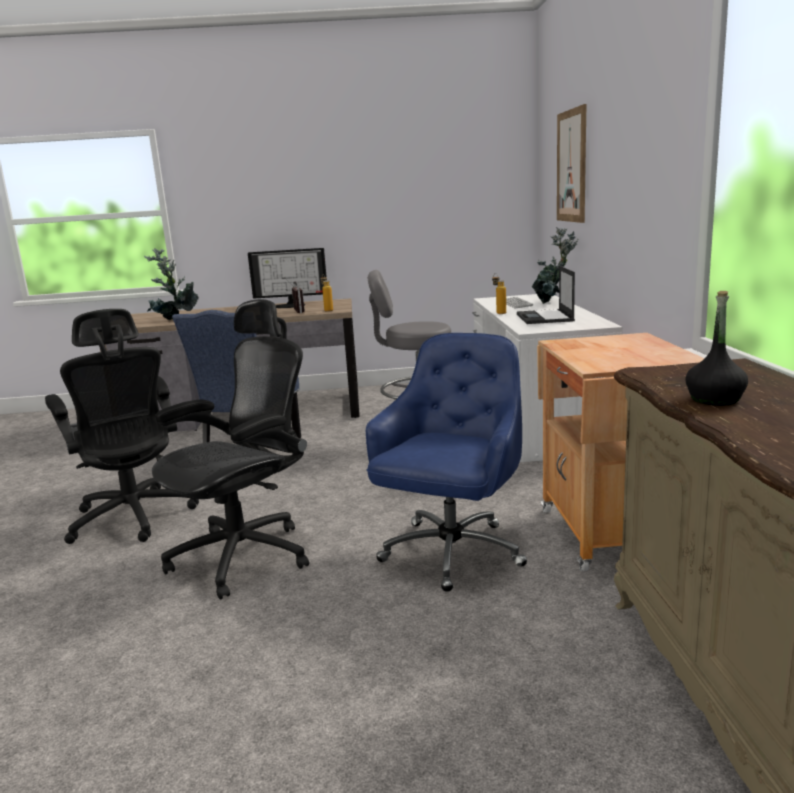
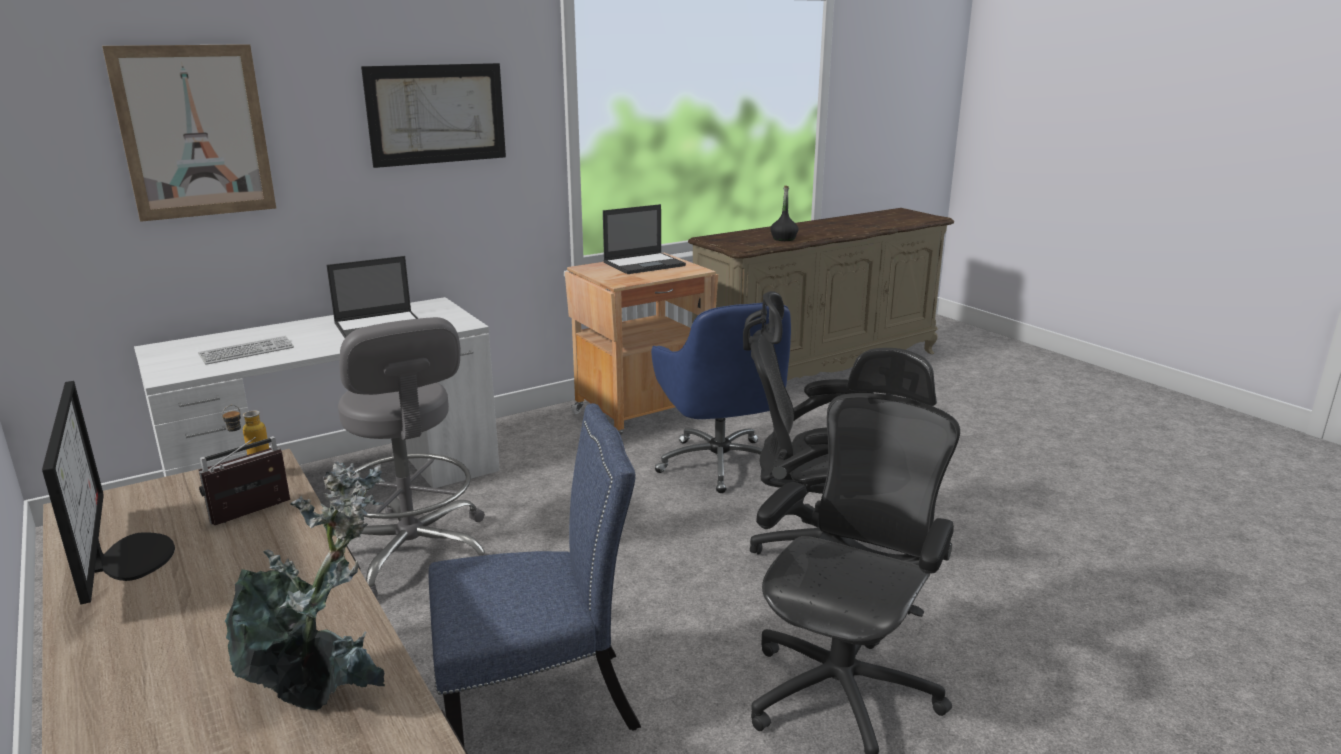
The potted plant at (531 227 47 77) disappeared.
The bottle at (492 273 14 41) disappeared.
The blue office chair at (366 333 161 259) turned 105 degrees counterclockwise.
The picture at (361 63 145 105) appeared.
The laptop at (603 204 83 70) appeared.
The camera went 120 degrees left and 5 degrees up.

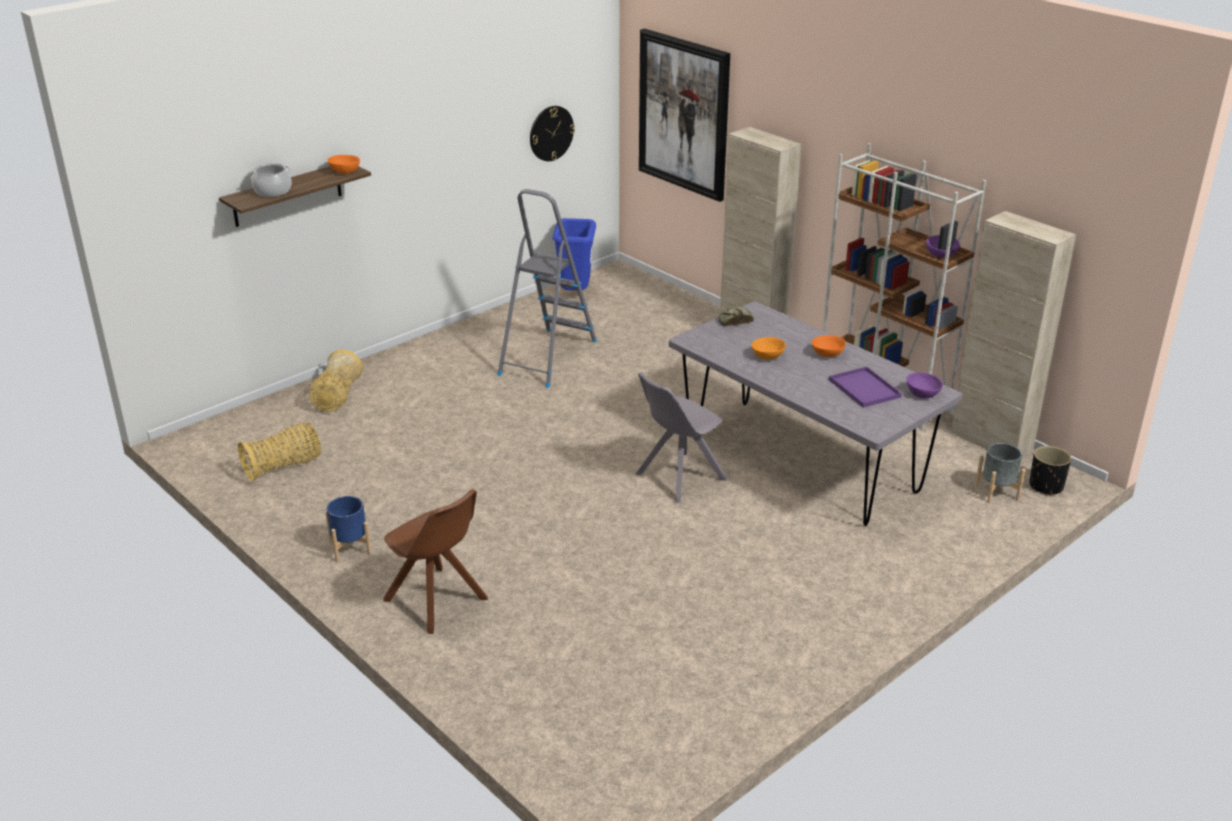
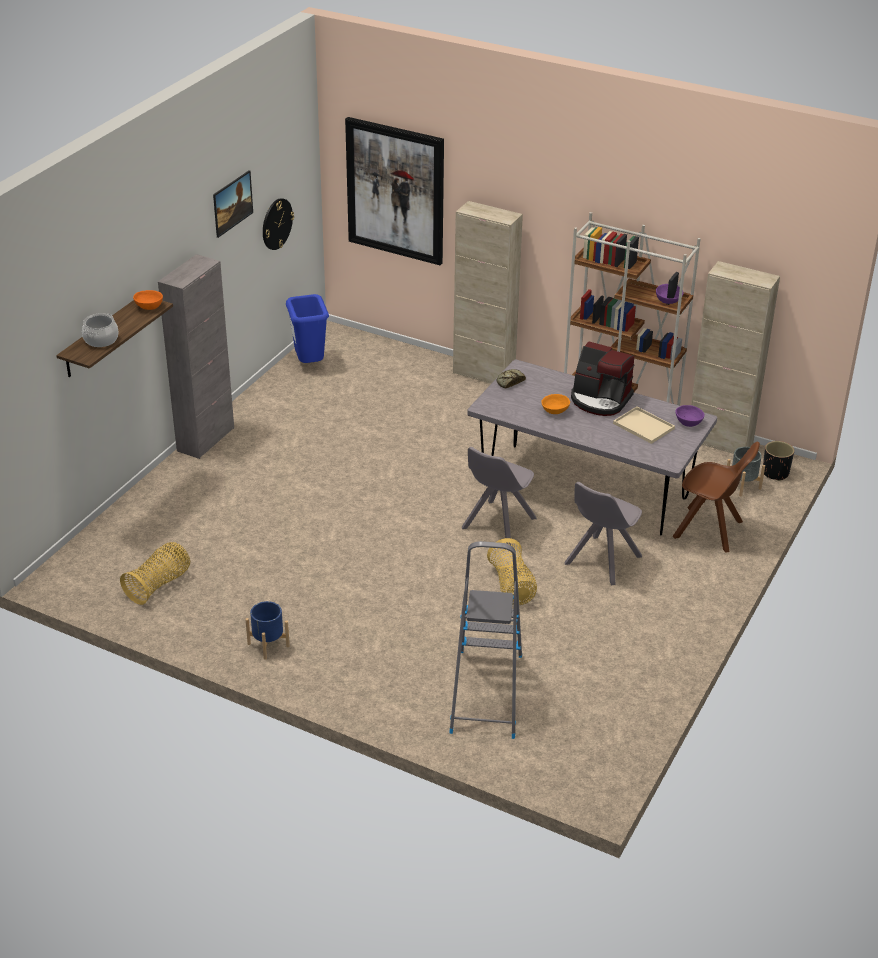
The grey step ladder moved from (498 189 99 199) to (449 541 73 198).
The orange bowl at (812 335 34 22) was replaced by the coffee machine at (571 342 63 74).
The basket moved from (309 349 54 63) to (487 538 50 67).
The purple tray at (829 366 73 42) became the beige tray at (613 406 62 38).
The brown chair moved from (384 489 104 145) to (673 442 87 111).
The picture at (213 170 40 68) appeared.
The grey cabinet at (158 254 76 205) appeared.
The grey chair at (565 482 77 104) appeared.
The camera went 20 degrees left and 5 degrees up.

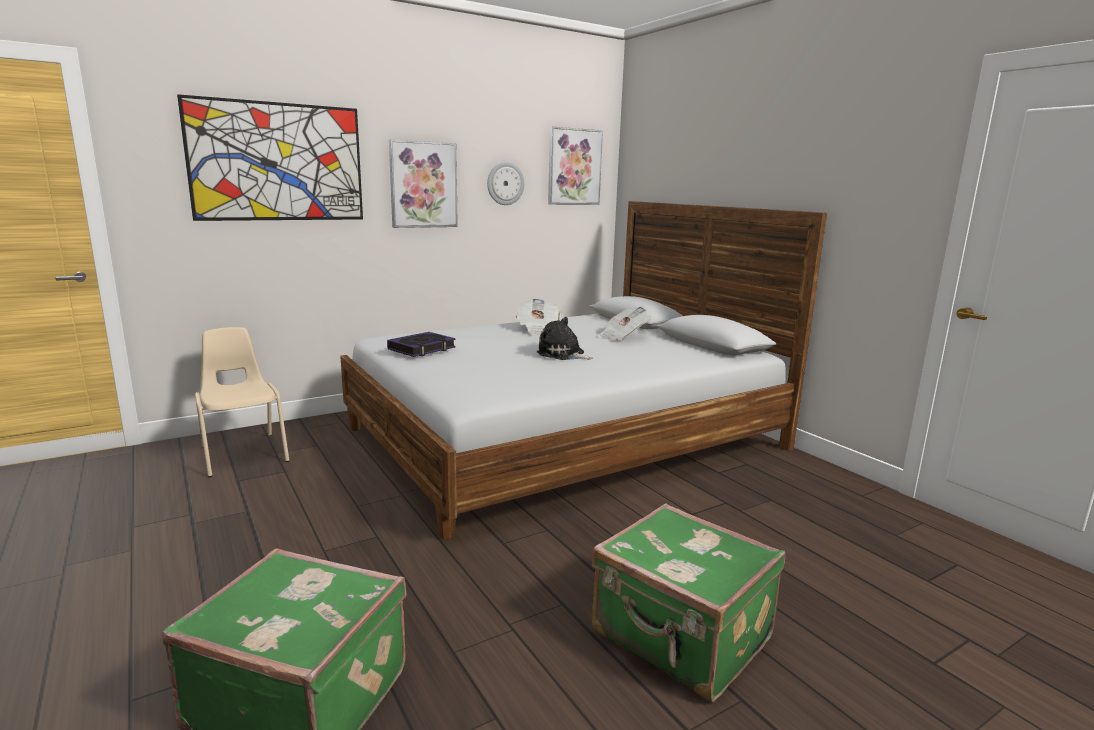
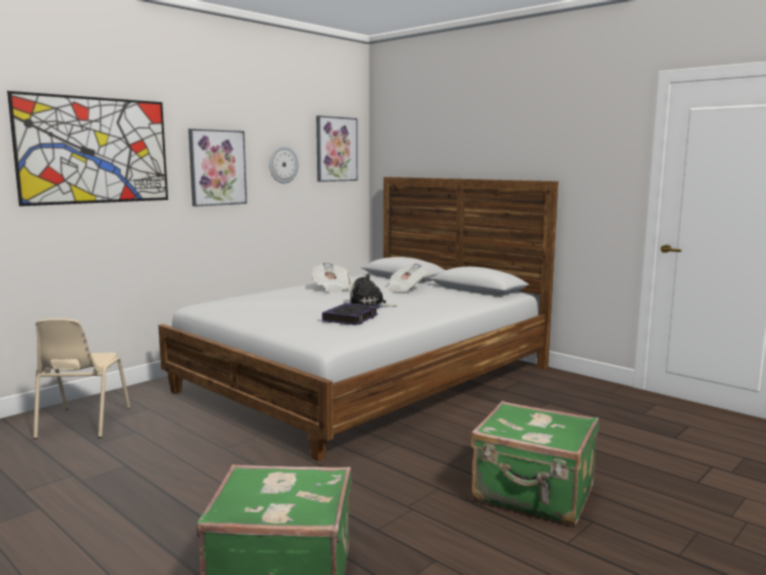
The beige chair at (195 327 94 150) turned 135 degrees counterclockwise.
The book moved from (387 332 69 25) to (322 303 56 22).
The camera went 15 degrees left and 5 degrees down.

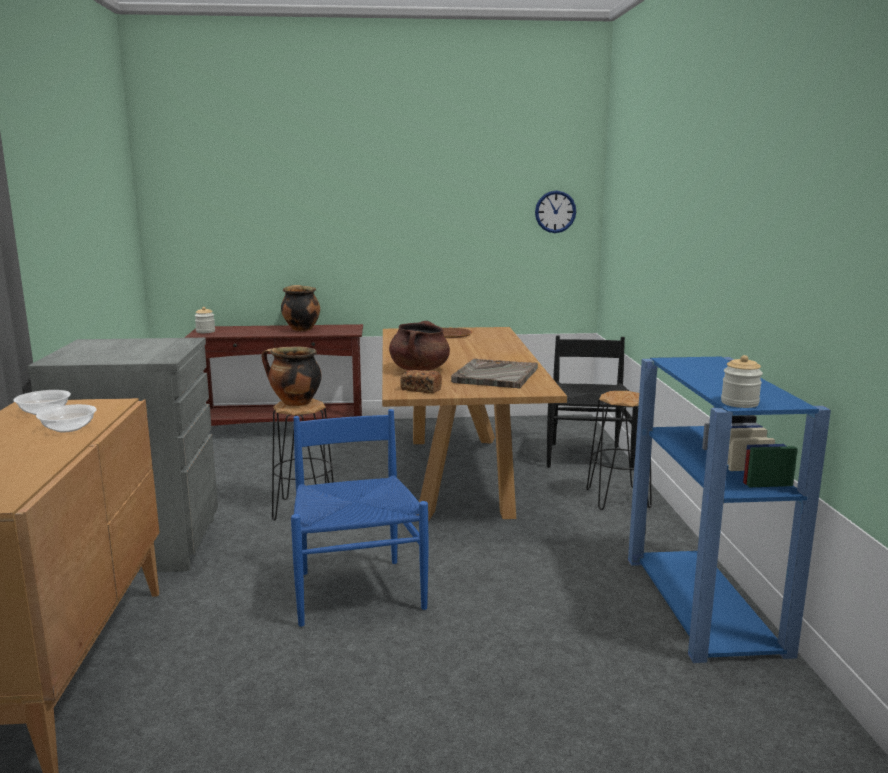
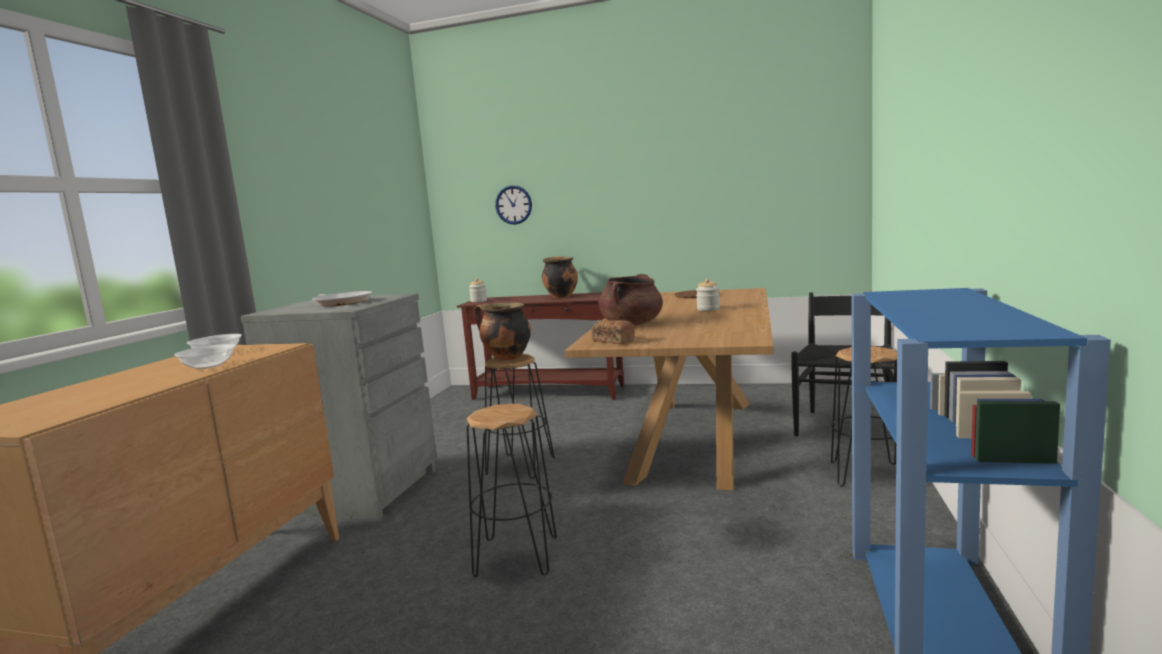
The wall clock moved from (535 191 41 42) to (495 185 37 40).
The jar moved from (721 355 42 53) to (696 279 24 32).
The grey tray at (451 359 87 30) disappeared.
The blue chair at (291 409 137 218) was replaced by the black stool at (466 404 91 173).
The frying pan at (312 291 60 15) appeared.
The camera went 20 degrees right and 5 degrees down.

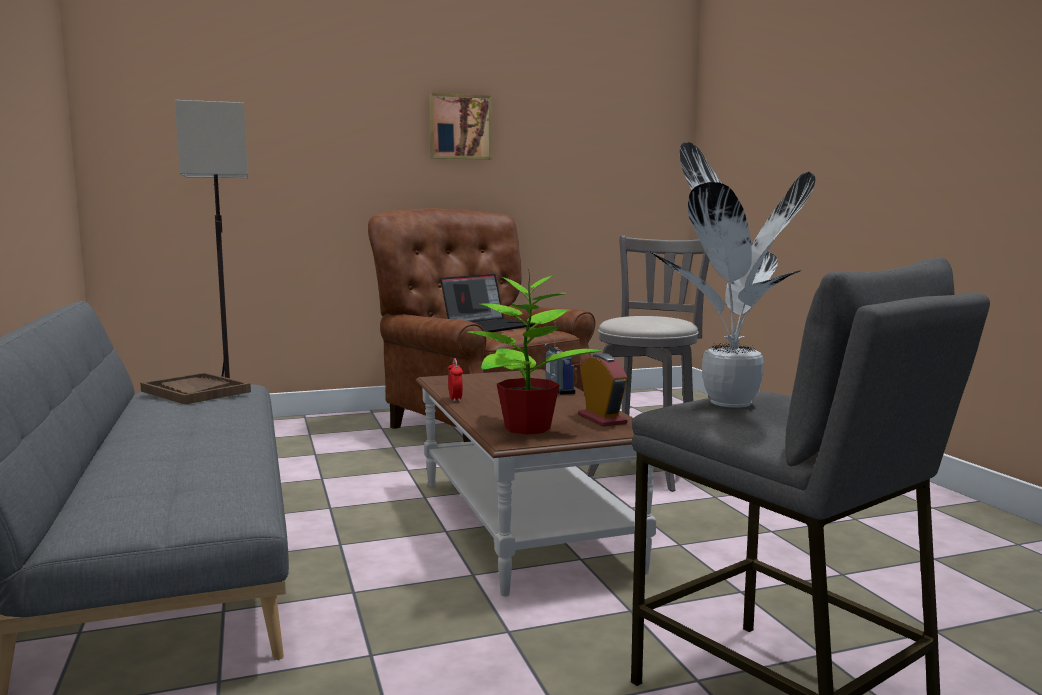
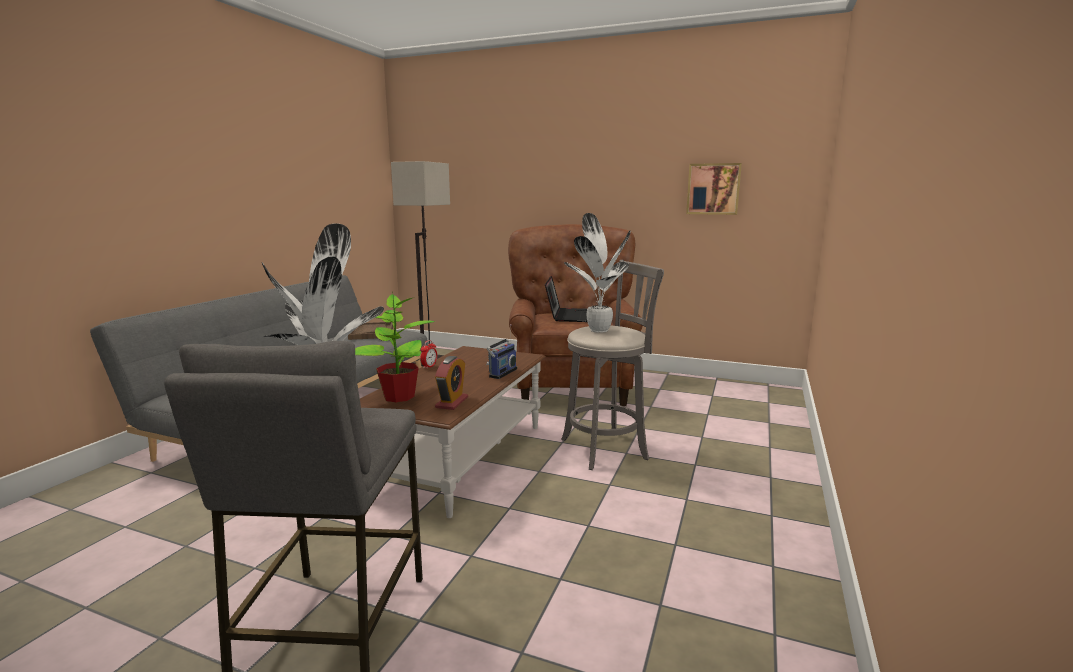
The picture moved from (429 93 63 67) to (686 163 56 52).
The laptop at (440 274 96 58) turned 75 degrees counterclockwise.
The potted plant at (564 213 67 120) appeared.
The camera went 40 degrees right and 5 degrees up.

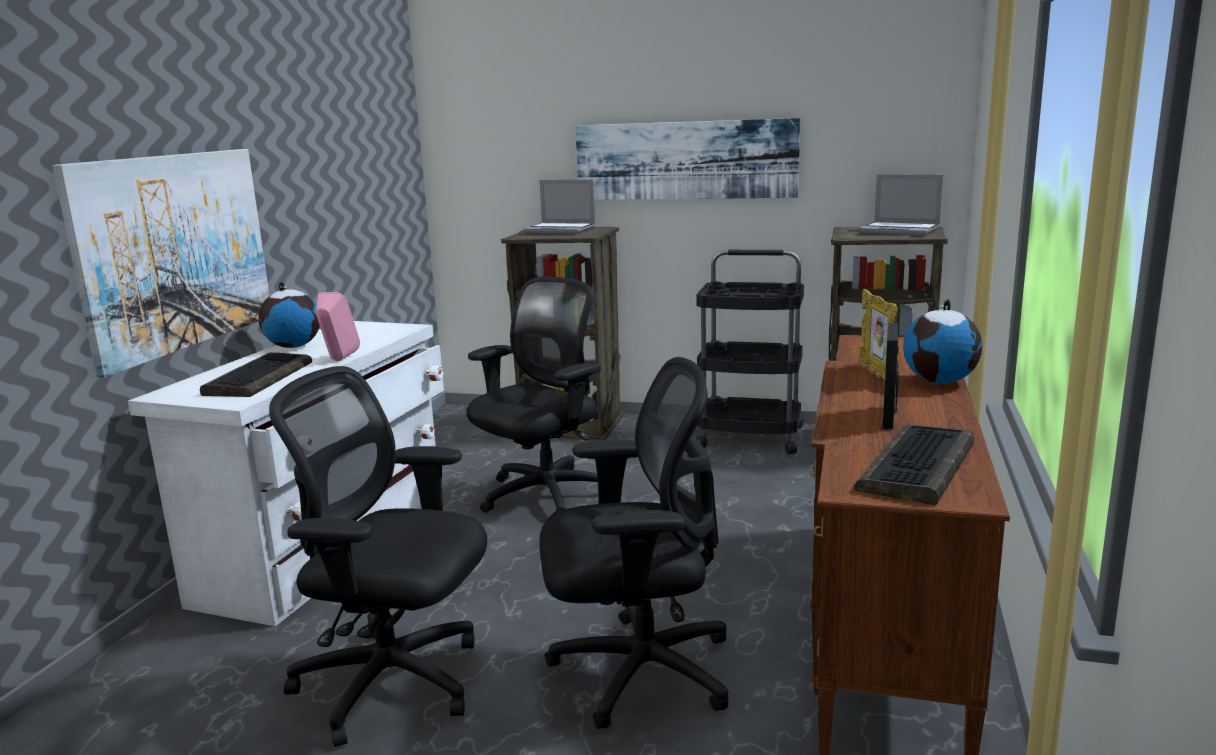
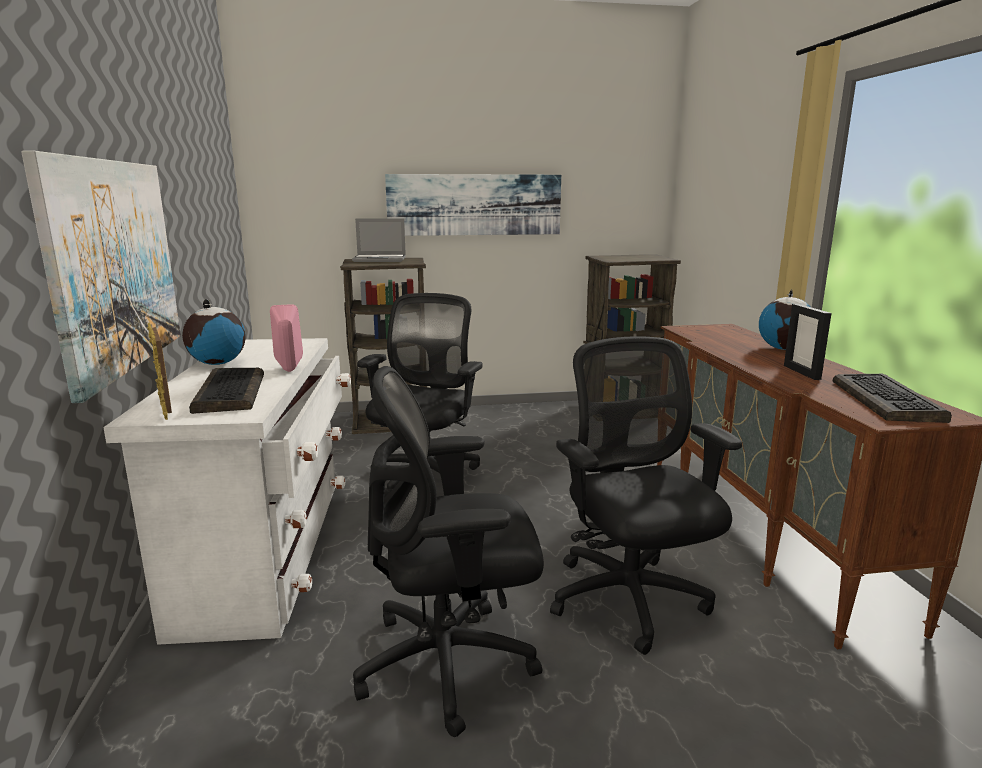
The laptop at (859 174 84 62) disappeared.
The black cart at (696 250 108 205) disappeared.
The picture frame moved from (859 289 40 91) to (147 322 25 98).
The black office chair at (539 357 189 372) turned 75 degrees counterclockwise.
The camera went 25 degrees left and 0 degrees up.

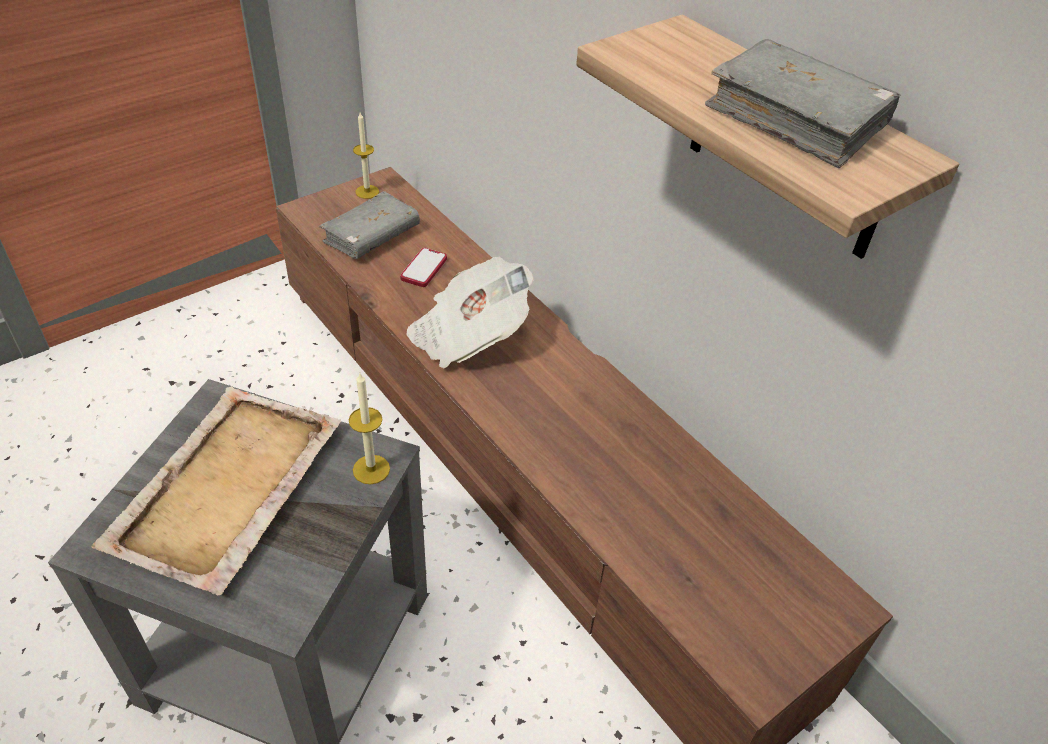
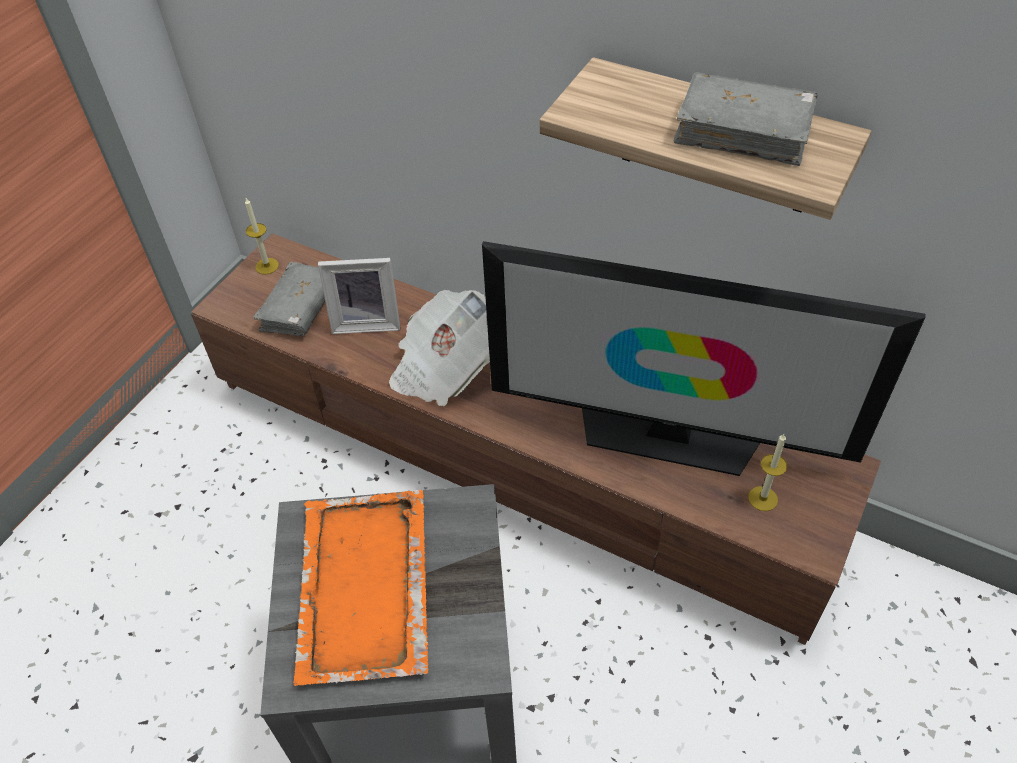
The phone at (400 248 47 39) was replaced by the picture frame at (318 258 82 76).
The candle moved from (349 373 41 112) to (748 433 39 78).
The beige tray at (92 387 249 208) became the orange tray at (293 490 136 196).
The television at (482 241 443 235) appeared.
The camera went 20 degrees left and 5 degrees up.

